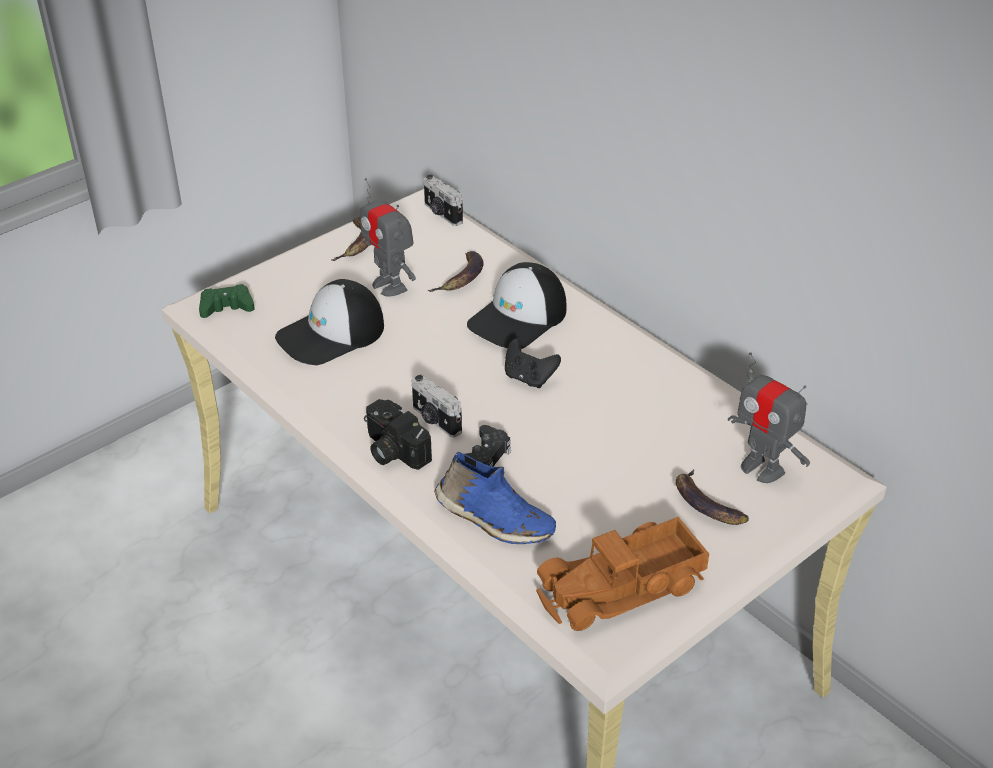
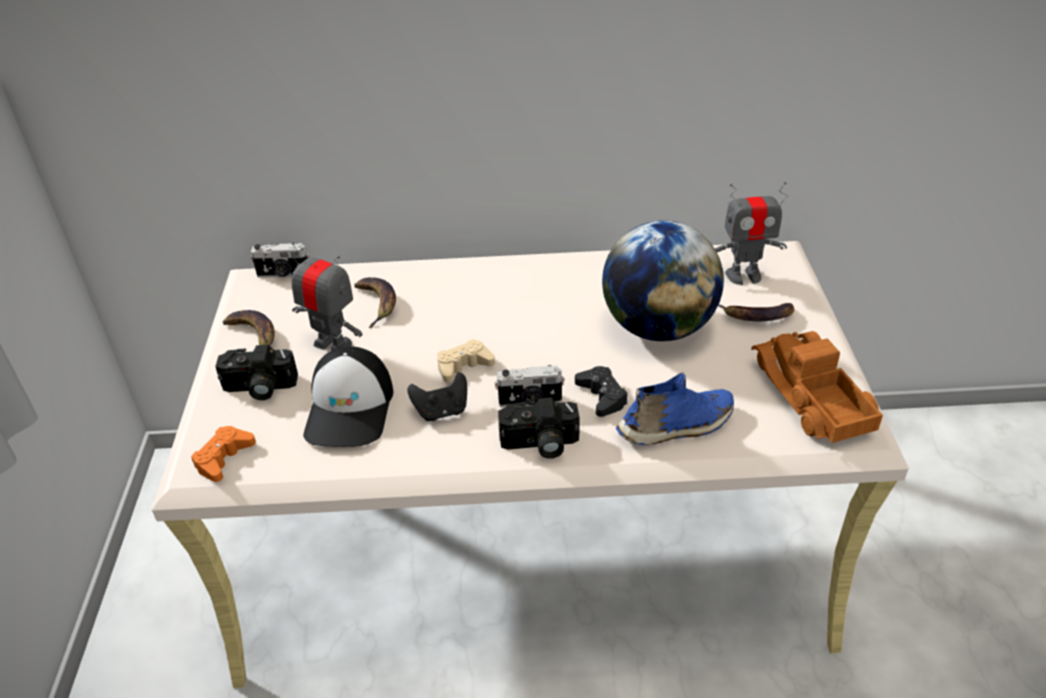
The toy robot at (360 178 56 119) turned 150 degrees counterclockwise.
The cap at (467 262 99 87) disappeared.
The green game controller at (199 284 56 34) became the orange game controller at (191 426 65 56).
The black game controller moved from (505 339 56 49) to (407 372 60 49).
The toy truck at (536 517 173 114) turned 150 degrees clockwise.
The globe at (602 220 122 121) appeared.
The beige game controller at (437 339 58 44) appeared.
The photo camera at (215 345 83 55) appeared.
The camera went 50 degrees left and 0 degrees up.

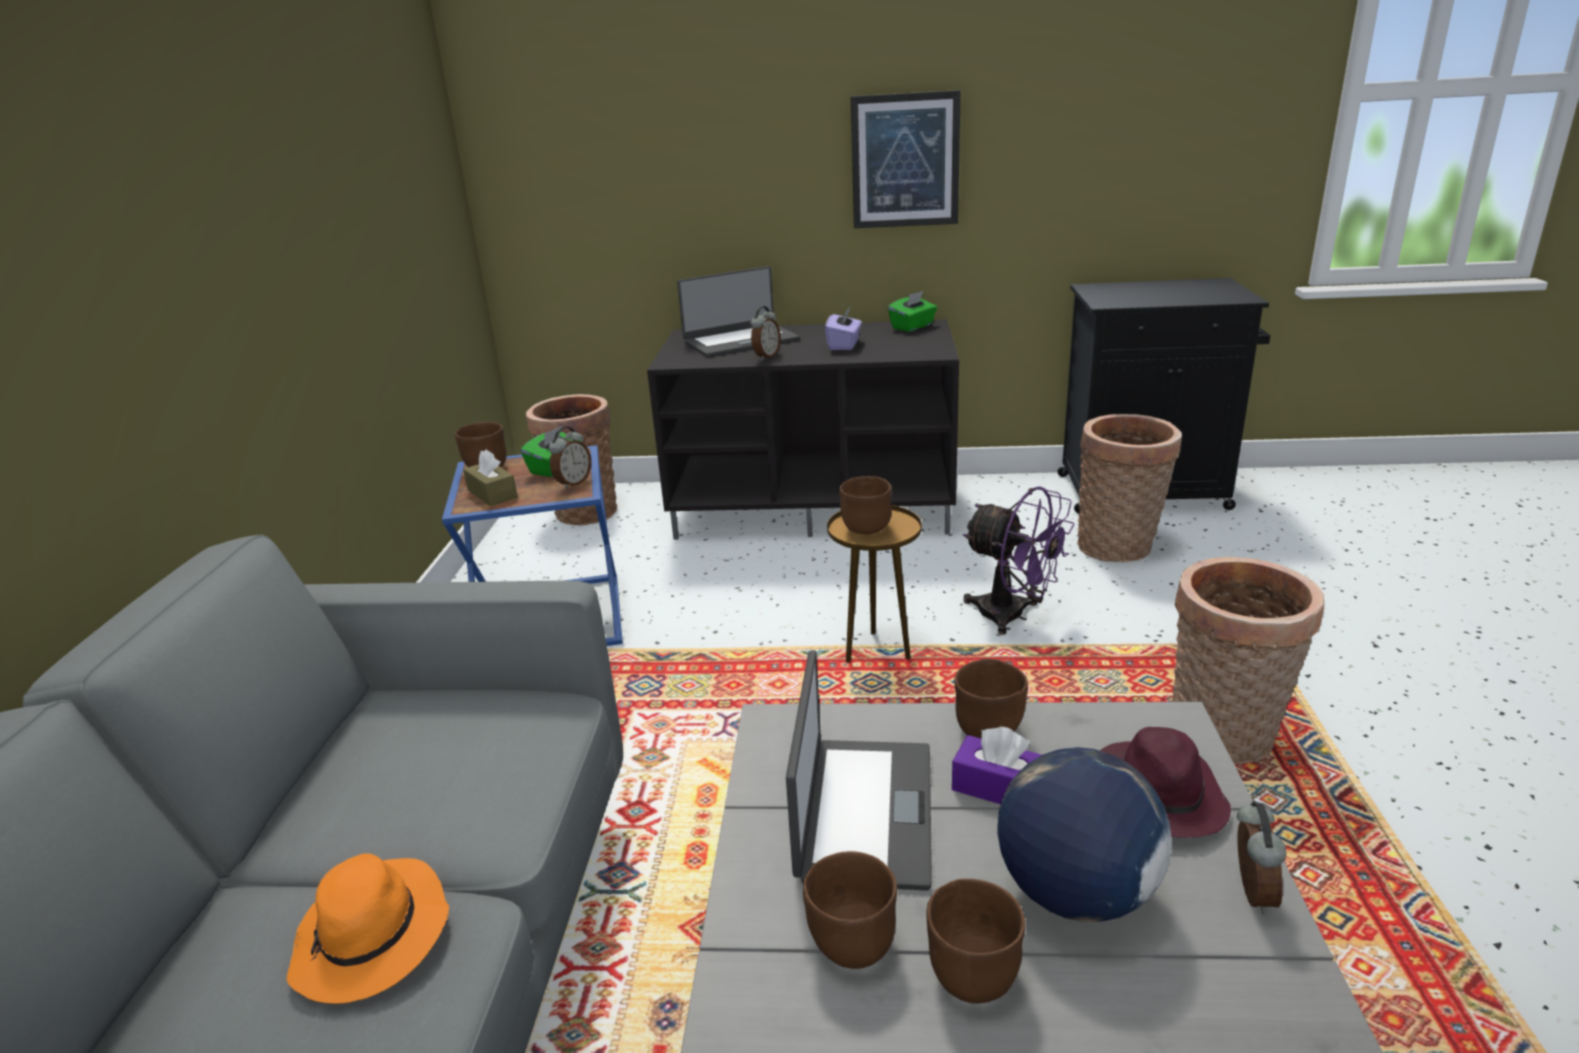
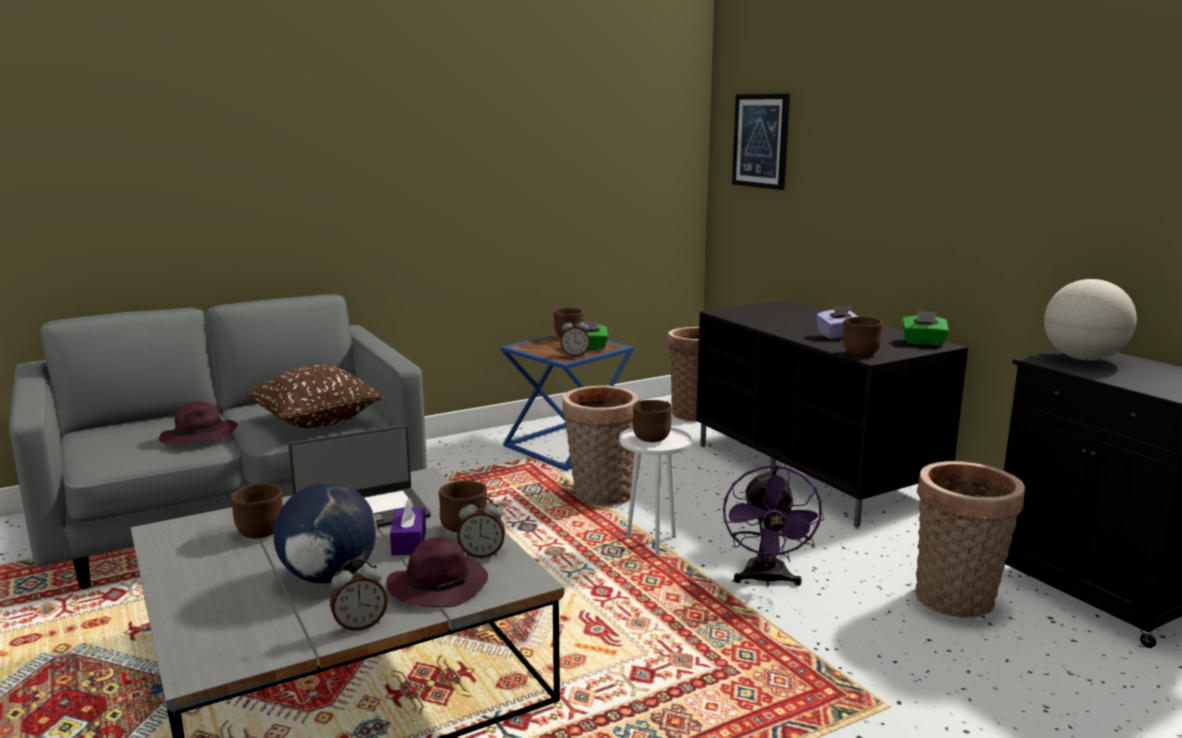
The picture moved from (851 90 110 138) to (732 94 58 96).
The laptop at (677 266 123 91) disappeared.
The alarm clock moved from (750 306 31 54) to (457 496 48 62).
The brown tissue box at (463 449 55 57) disappeared.
The brown side table at (827 505 95 158) became the white side table at (619 427 73 129).
The basket moved from (1172 557 152 207) to (562 385 78 121).
The orange hat at (287 853 162 151) became the purple hat at (159 401 79 43).
The brown bowl moved from (927 879 98 125) to (843 317 40 39).
The globe at (1044 279 93 81) appeared.
The brown pillow at (246 365 137 63) appeared.
The camera went 55 degrees right and 10 degrees down.

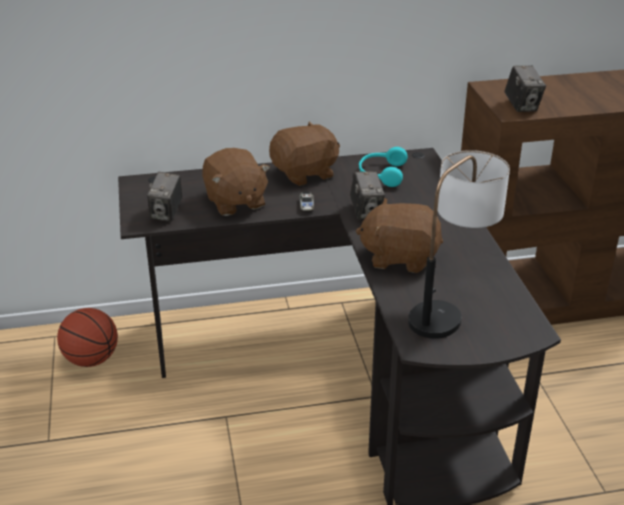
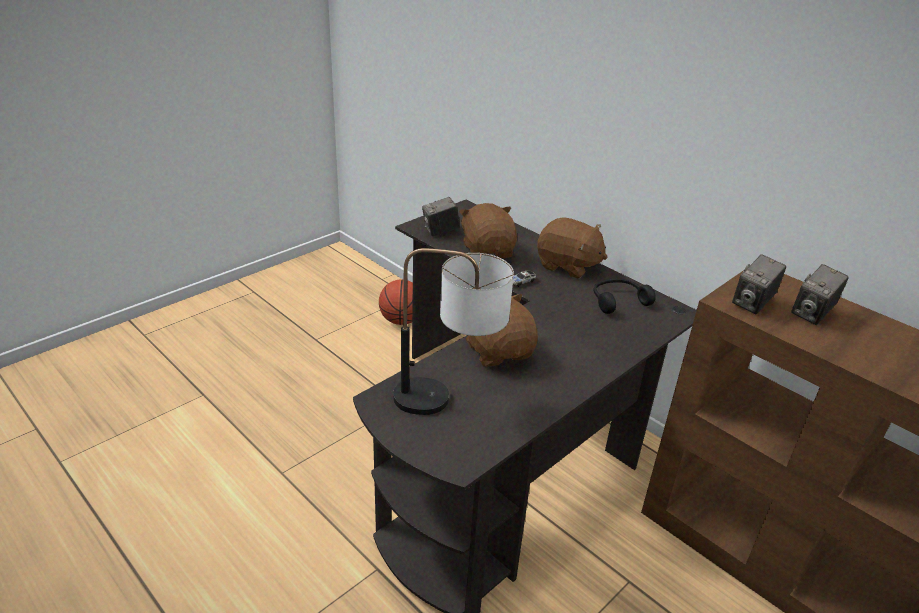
The turquoise headphones at (359 147 49 40) became the black headphones at (593 279 63 35).
The brown plush toy at (202 148 68 68) turned 135 degrees clockwise.
The photo camera moved from (350 171 35 48) to (791 264 58 61).
The camera went 55 degrees right and 0 degrees up.

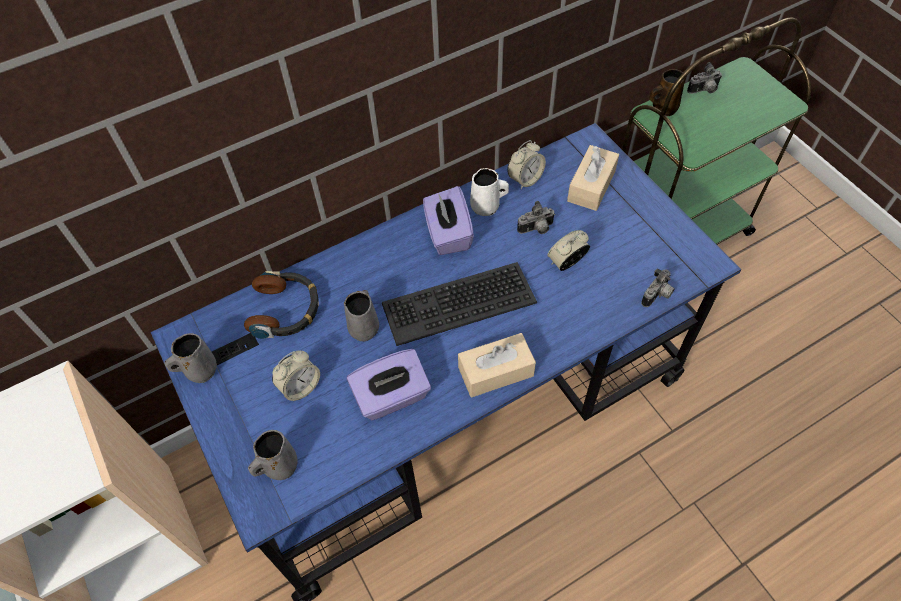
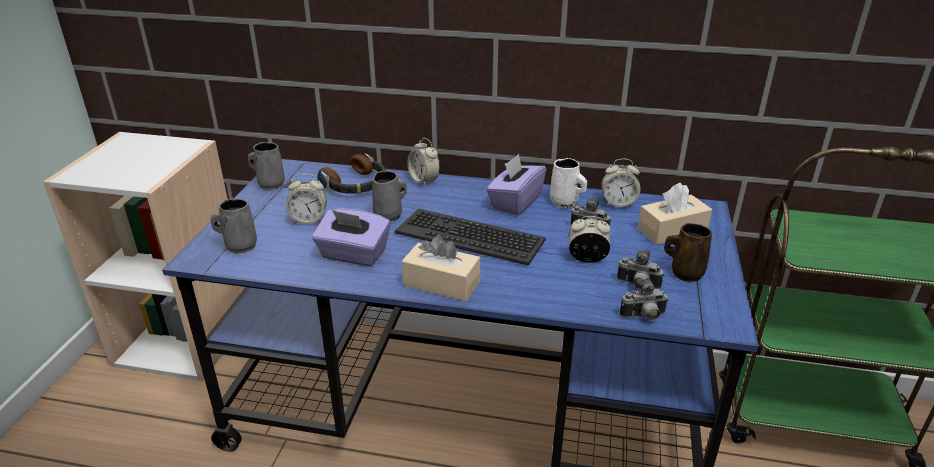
The photo camera moved from (687 62 35 32) to (617 250 47 39).
The brown mug moved from (649 69 36 47) to (664 223 48 59).
The alarm clock at (407 138 33 48) appeared.
The camera went 40 degrees right and 25 degrees down.

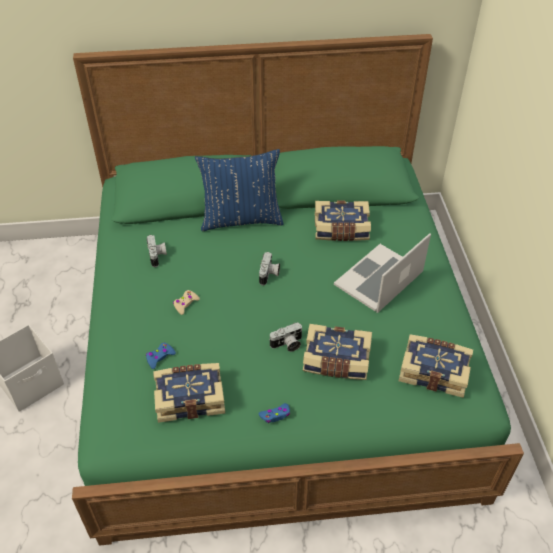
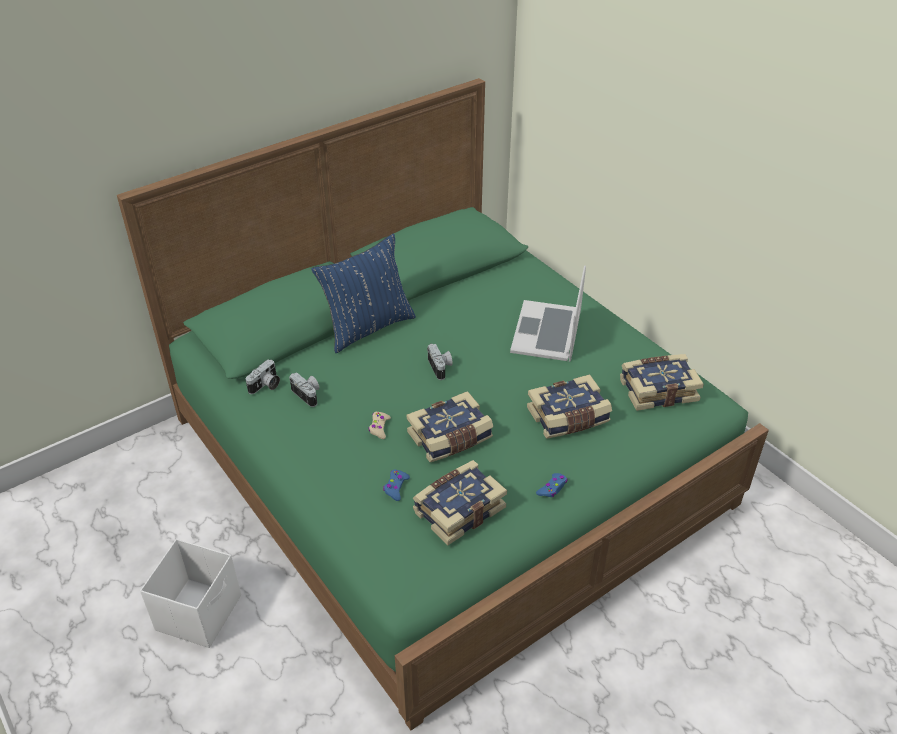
The book moved from (315 201 56 40) to (407 391 86 71).
The photo camera moved from (269 322 34 30) to (245 359 35 35).
The camera went 30 degrees left and 5 degrees down.

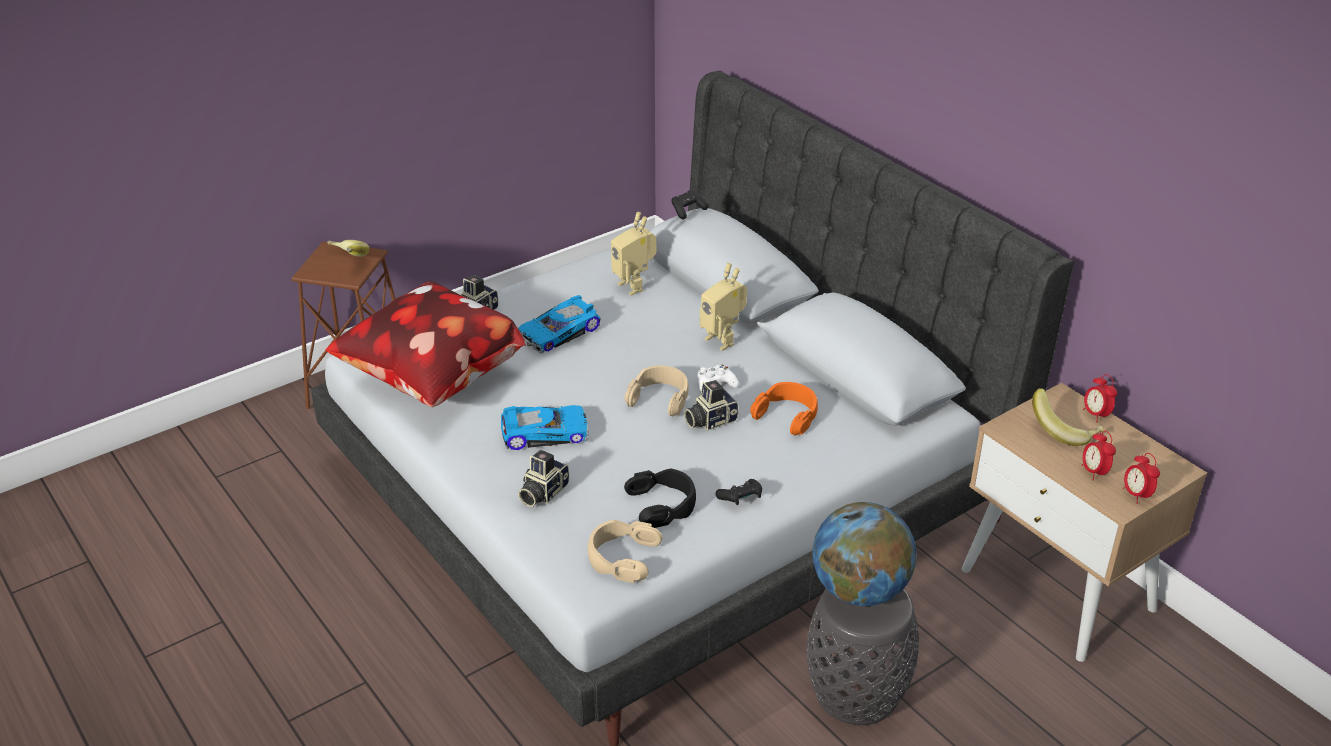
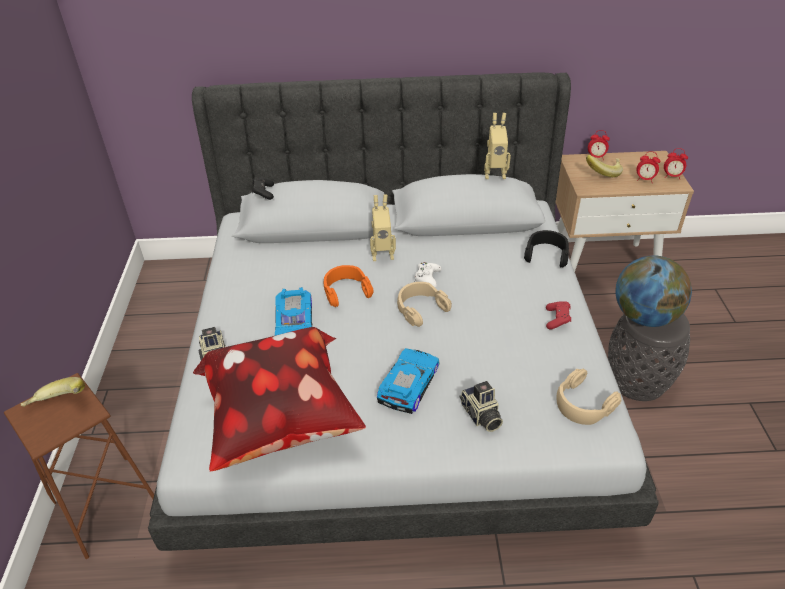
The toy robot moved from (611 212 45 84) to (484 113 27 66).
The photo camera at (684 380 55 51) disappeared.
The orange headphones moved from (750 382 68 53) to (324 265 50 42).
The black headphones moved from (624 469 72 59) to (524 230 45 38).
The black game controller at (716 479 46 26) became the red game controller at (546 301 25 28).
The camera went 55 degrees left and 5 degrees up.

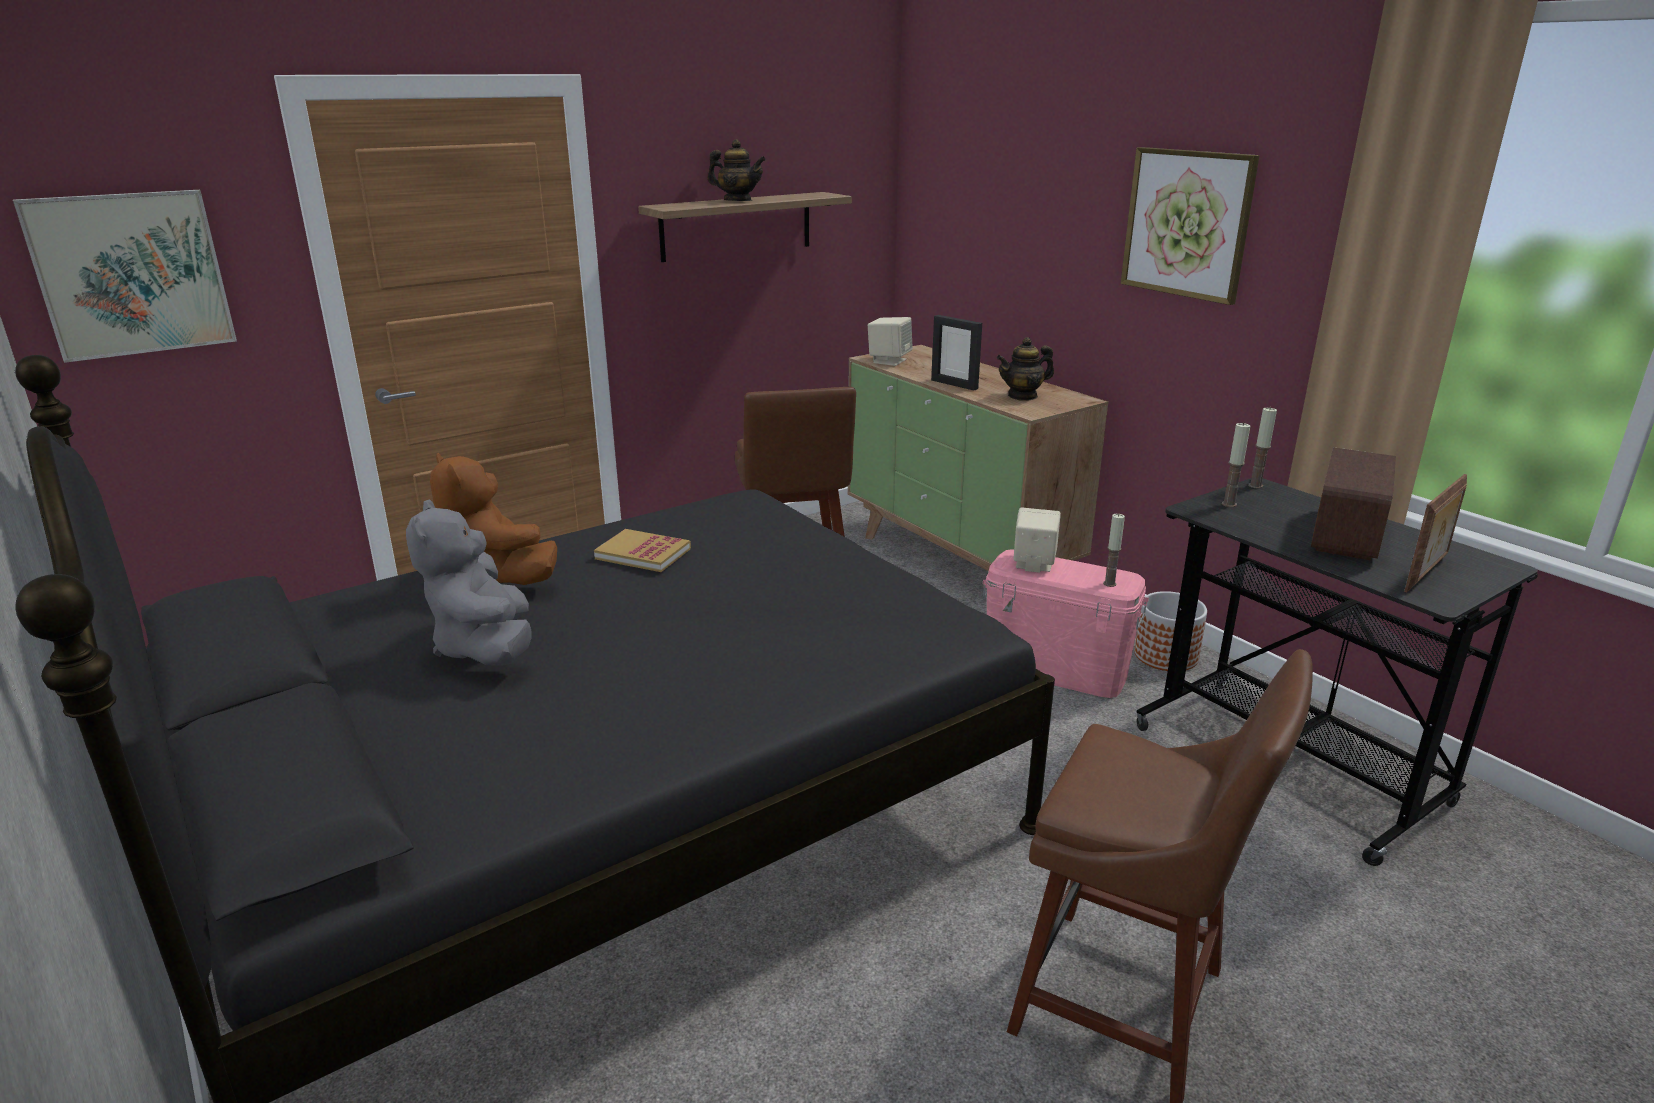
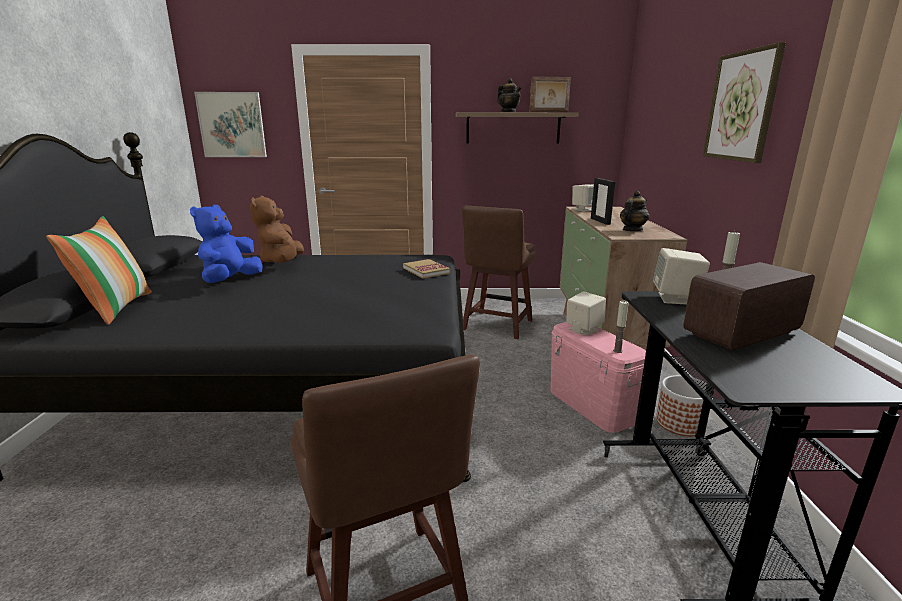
The teapot at (997 337 57 64) turned 120 degrees clockwise.
The candle at (1222 422 28 85) was replaced by the beige speaker at (653 248 57 56).
The picture frame moved from (1404 474 63 118) to (530 76 41 36).
The grey plush toy at (406 499 126 167) became the blue plush toy at (190 205 73 78).
The book moved from (594 529 97 43) to (403 259 48 19).
The pillow at (46 216 106 109) appeared.
The camera went 35 degrees right and 5 degrees down.

